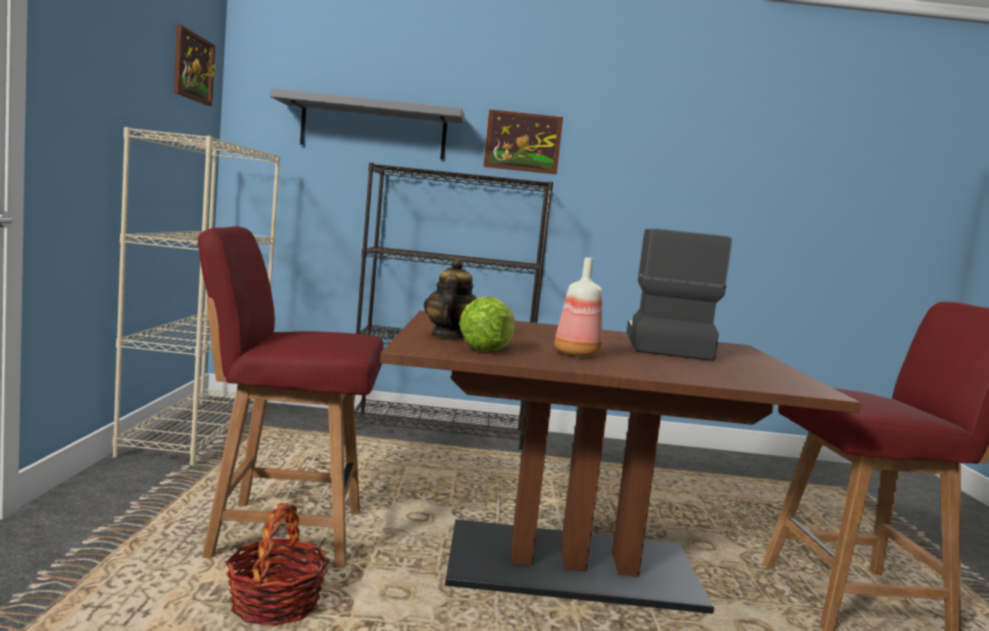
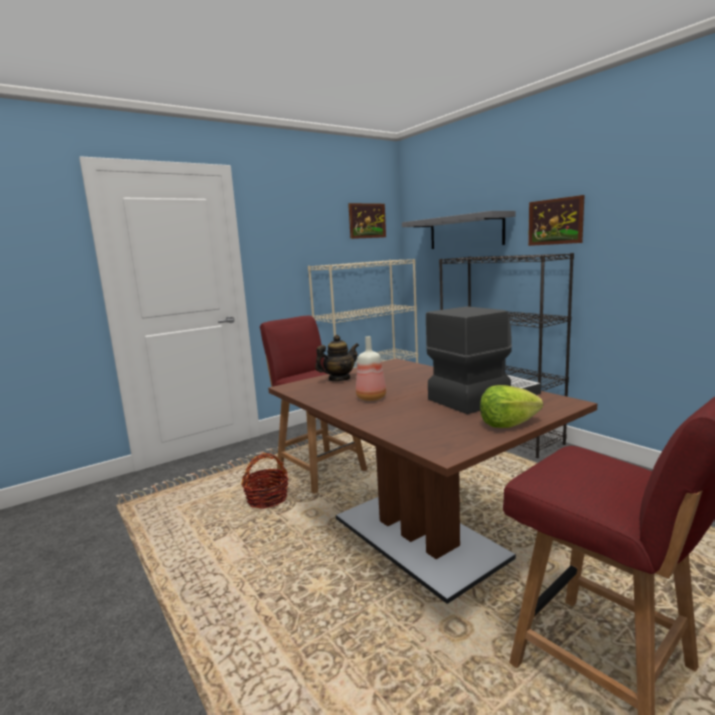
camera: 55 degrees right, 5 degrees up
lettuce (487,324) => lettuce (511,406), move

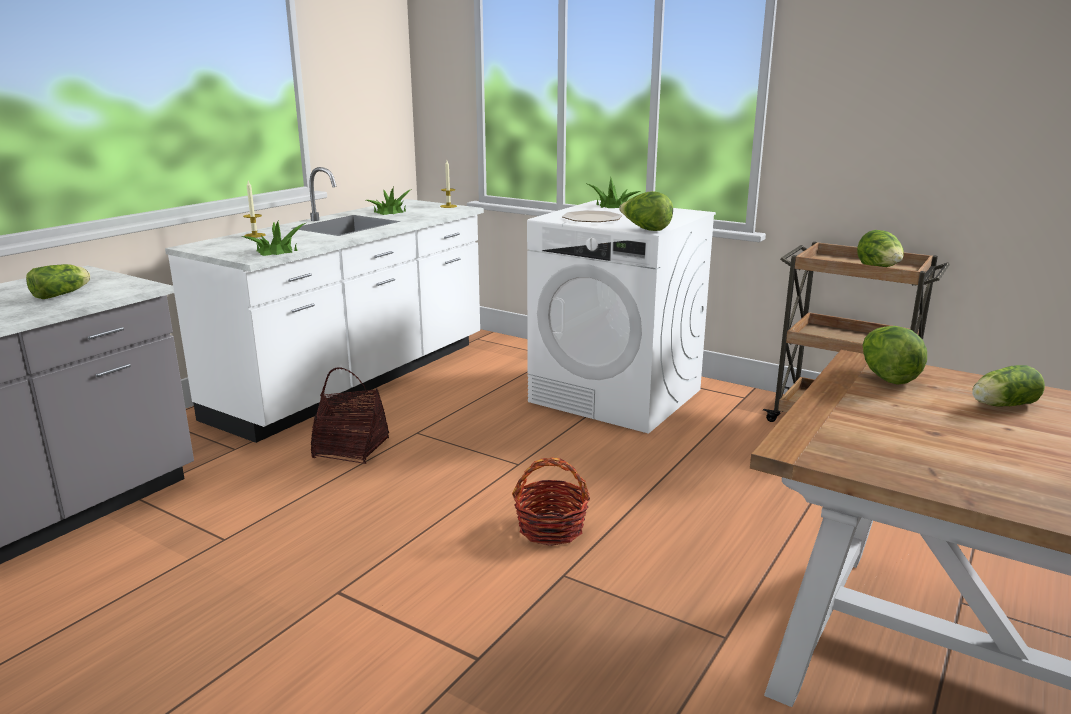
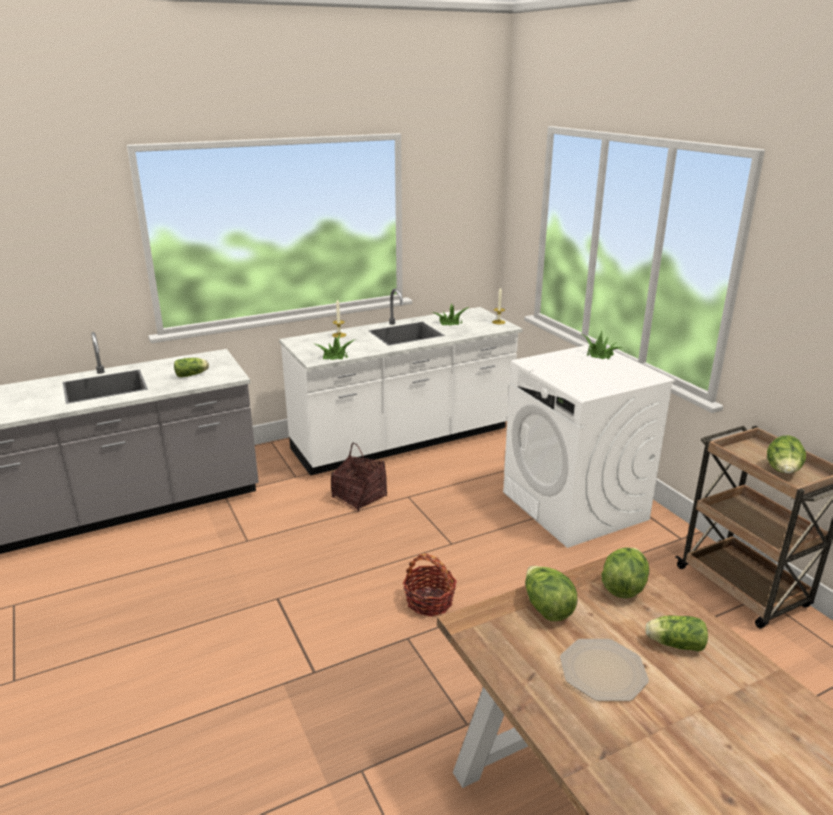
camera: 30 degrees right, 5 degrees up
lettuce (646,211) => lettuce (551,593), move
plate (592,216) => plate (604,670), move

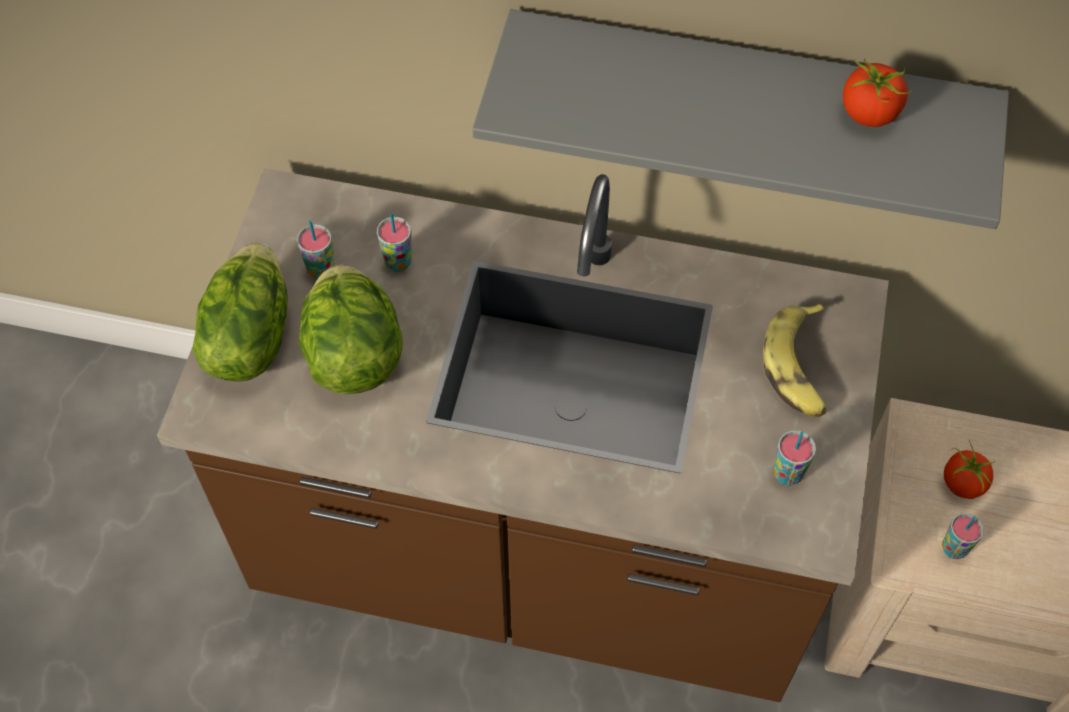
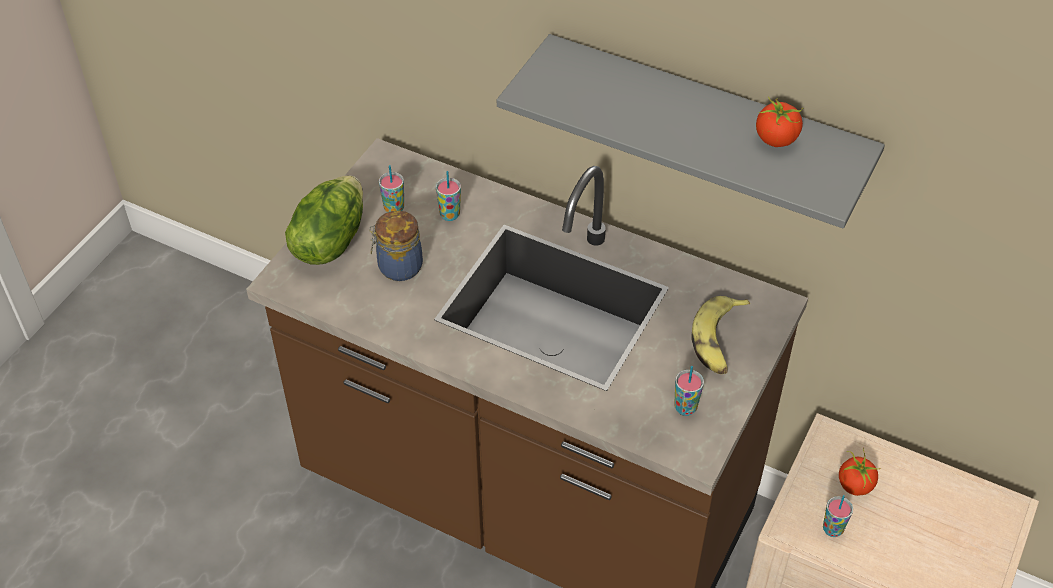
camera: 15 degrees right, 10 degrees down
lettuce (351,329) => jar (396,246)

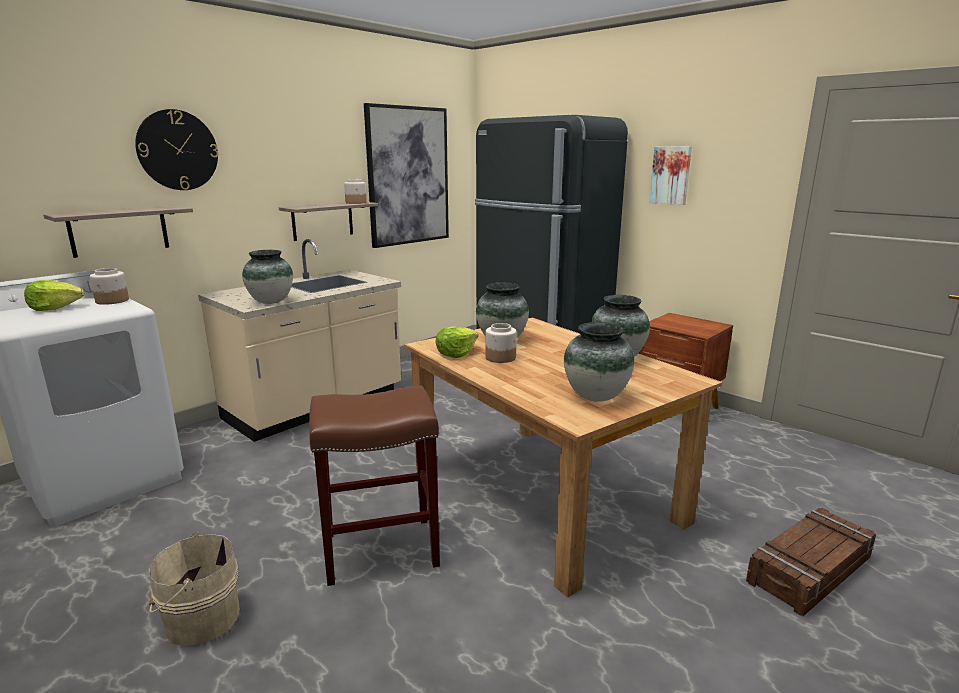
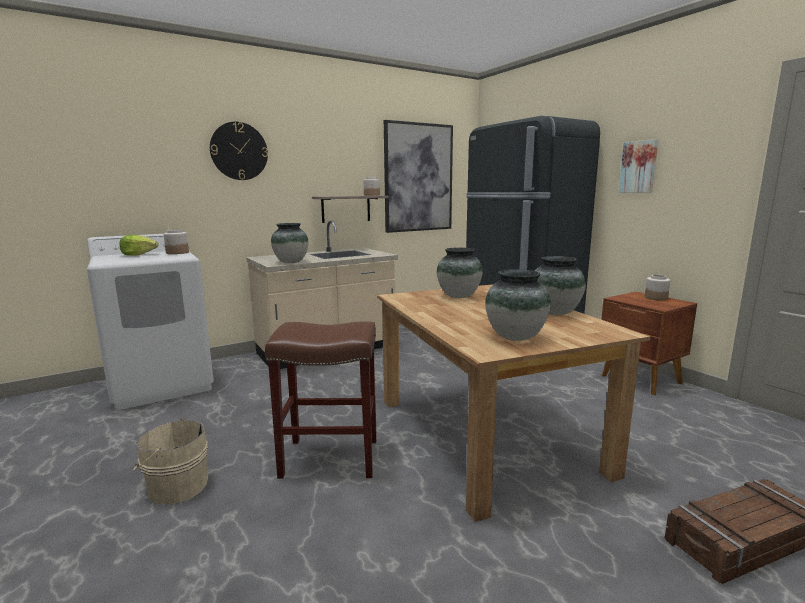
camera: 15 degrees right, 5 degrees down
jar (501,343) => jar (657,287), move
shelf (118,232) => nothing
lettuce (456,342) => nothing

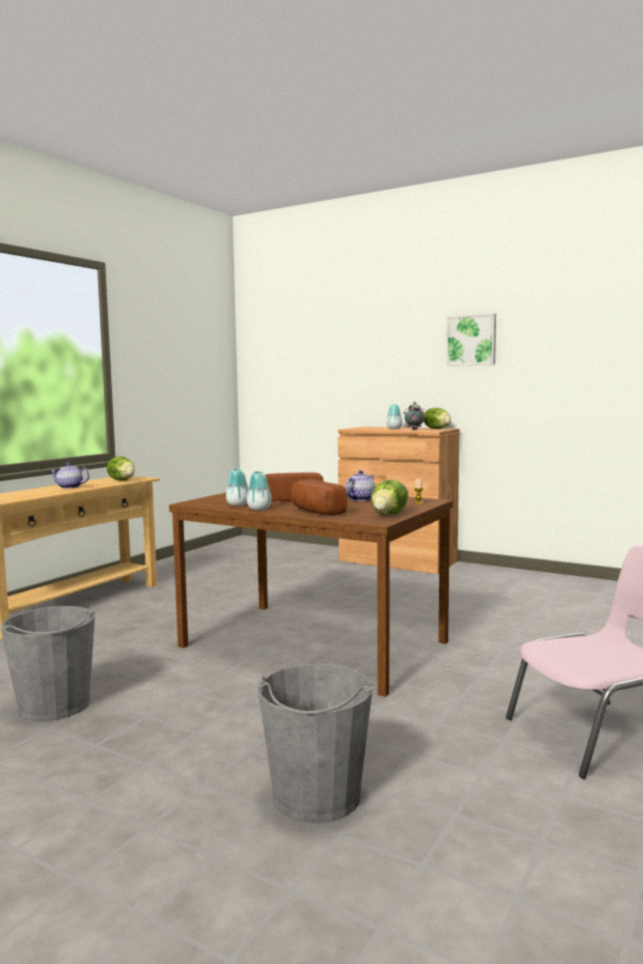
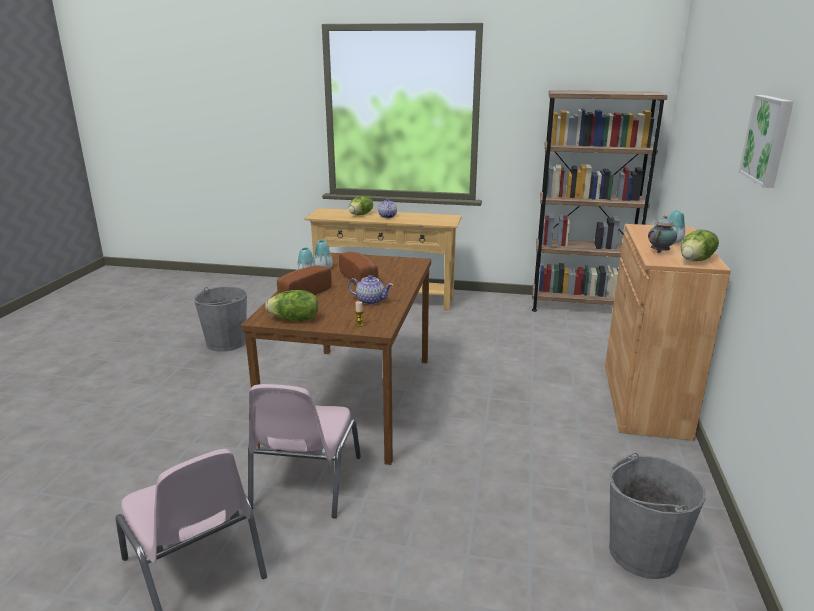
camera: 70 degrees right, 15 degrees up
nothing => chair/pink (304,451)
lettuce (121,468) => lettuce (361,205), move
nothing => bookcase/brown (600,201)
bucket/grey (315,743) => bucket/grey (657,516), move

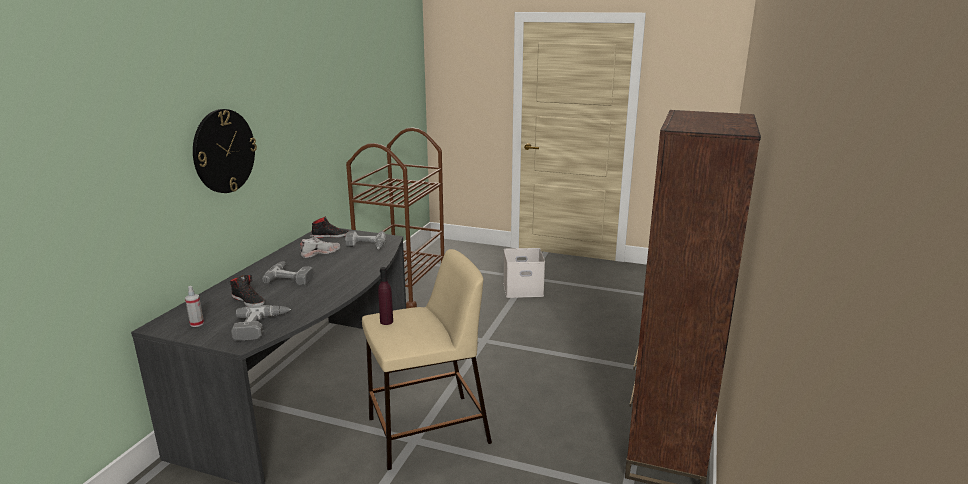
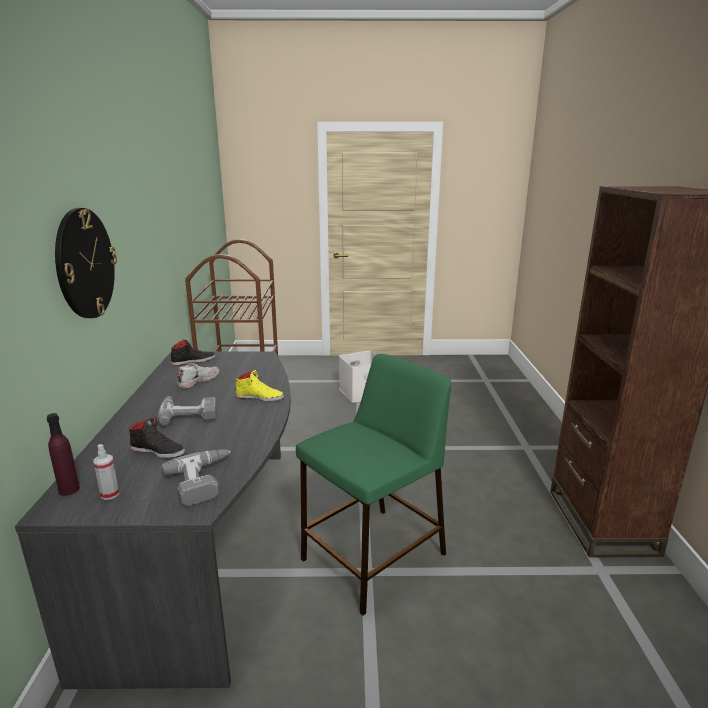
camera: 20 degrees left, 0 degrees up
bottle/purple (385,296) => bottle/purple (63,454), move
nothing => shoe/yellow (259,386)
stool/beige (427,359) => stool/green (373,485)
power drill (365,240) => nothing

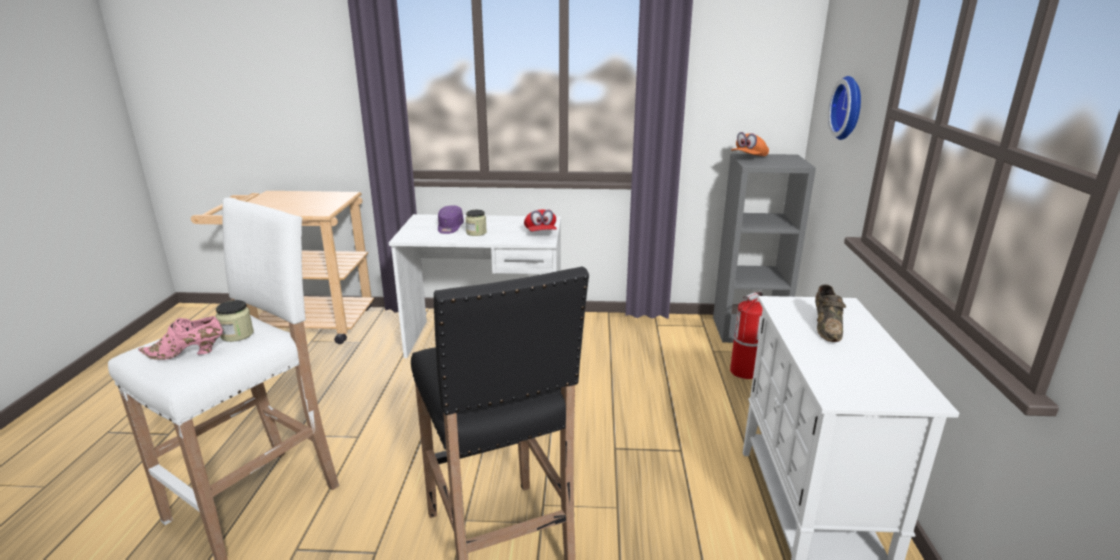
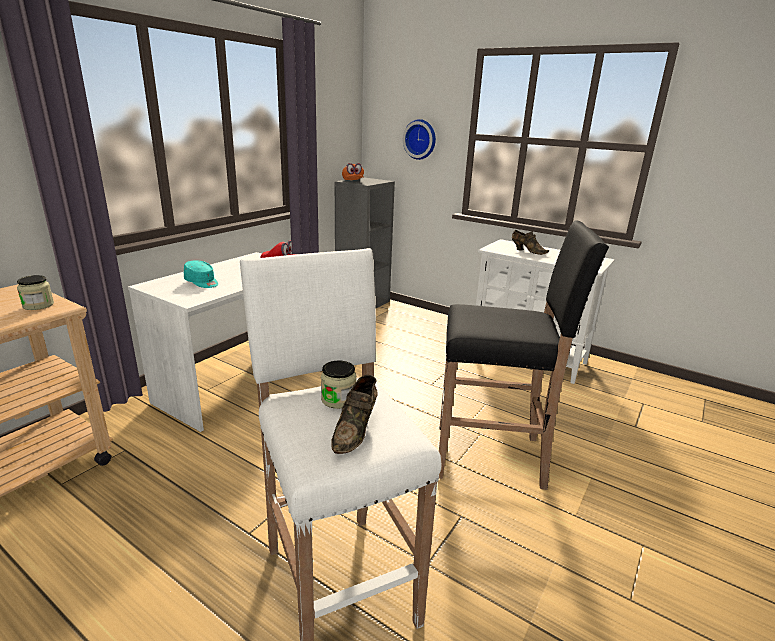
camera: 60 degrees left, 0 degrees up
jar (476,223) => jar (35,292), move
cap/purple (451,219) => cap/turquoise (201,274)
shoe/pink (180,338) => shoe/brown (354,414)
fire extinguisher (746,335) => nothing

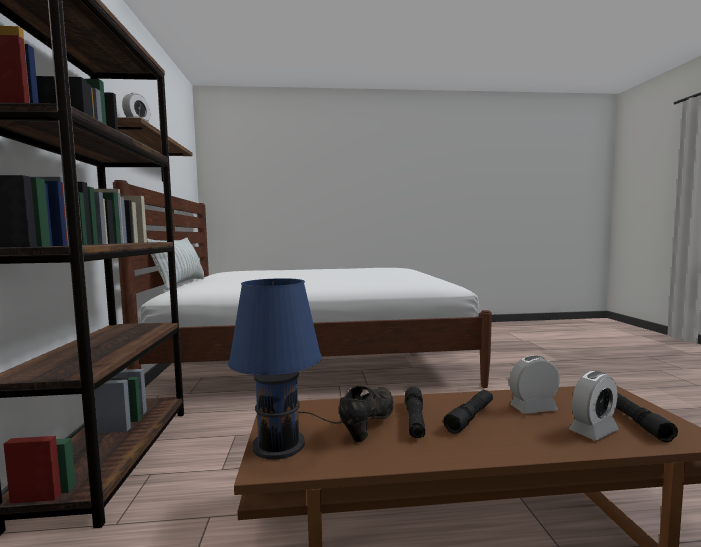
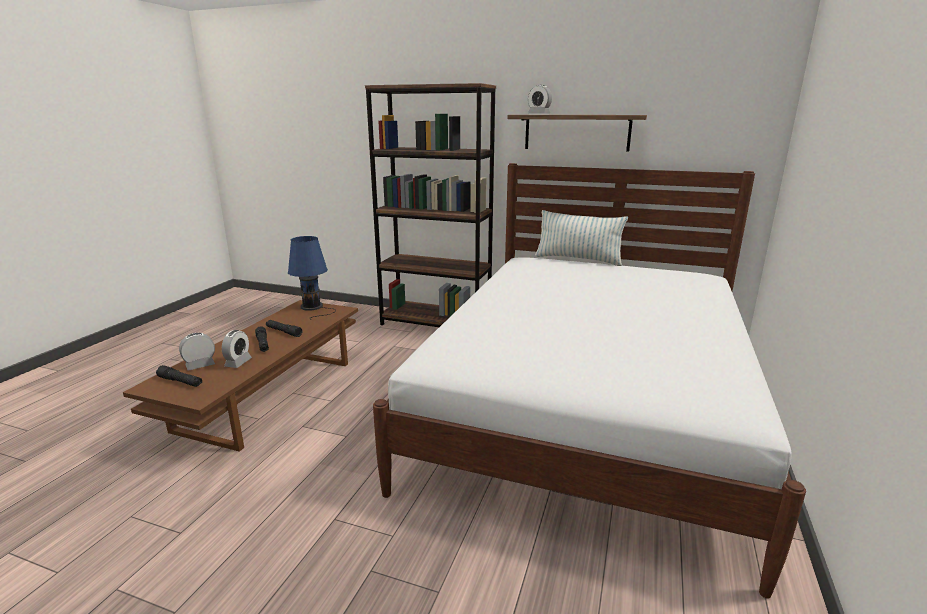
camera: 115 degrees right, 15 degrees up
alarm clock (594,406) => alarm clock (197,351), 60 degrees clockwise
shoe/black (366,413) => nothing

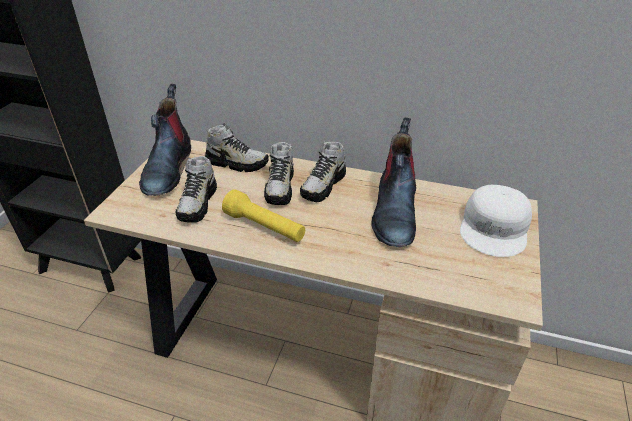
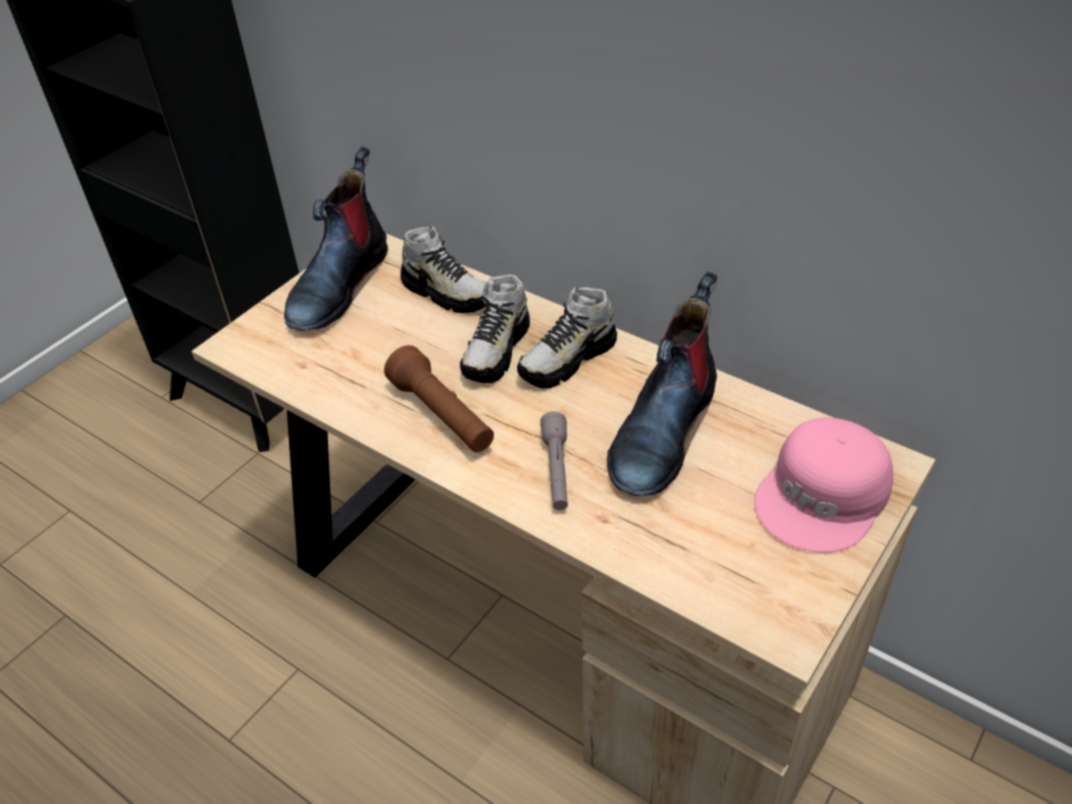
camera: 20 degrees right, 5 degrees up
flashlight/yellow (263,215) => flashlight/brown (439,398)
nothing => flashlight/grey (554,460)
cap/white (496,221) => cap/pink (824,485)
shoe (196,189) => nothing

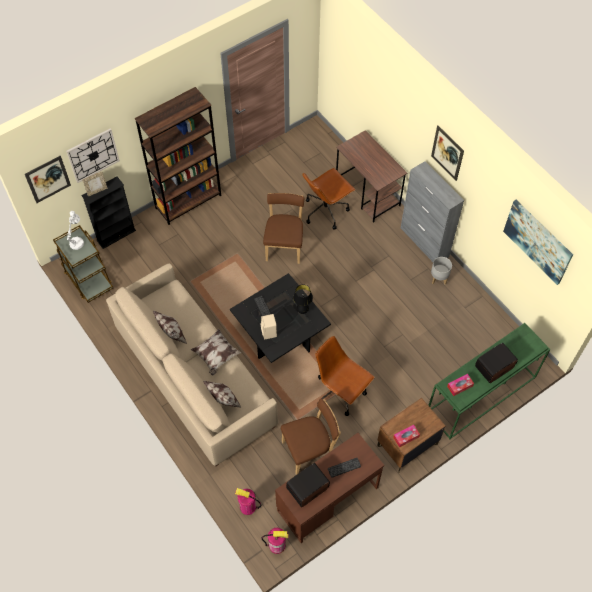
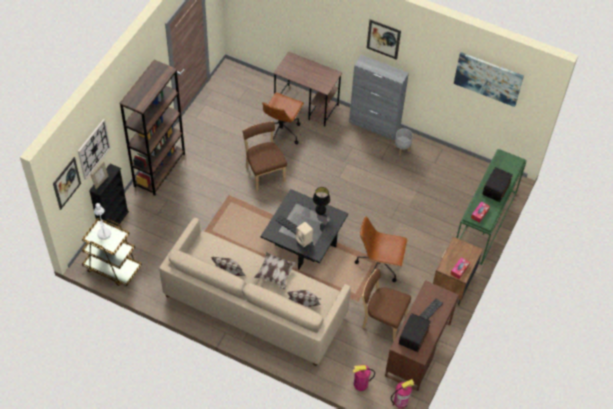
camera: 30 degrees left, 5 degrees down
chair/brown (311,437) => chair/brown (386,305), 105 degrees counterclockwise

